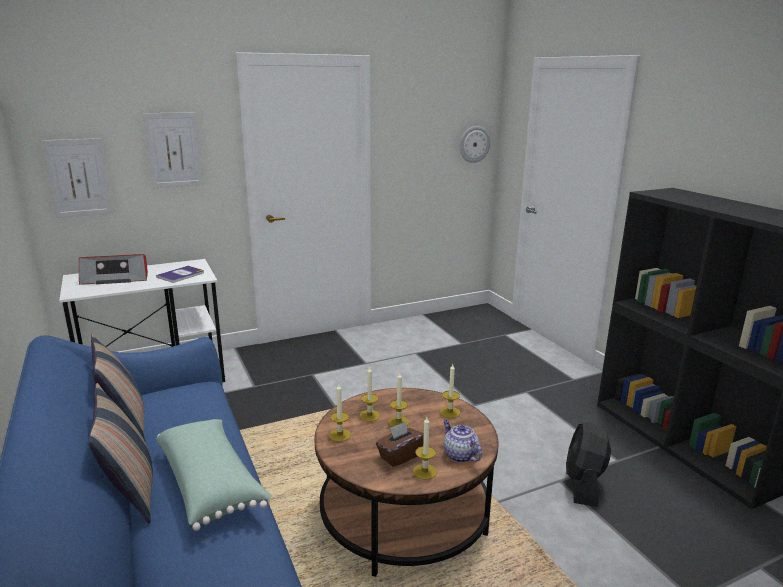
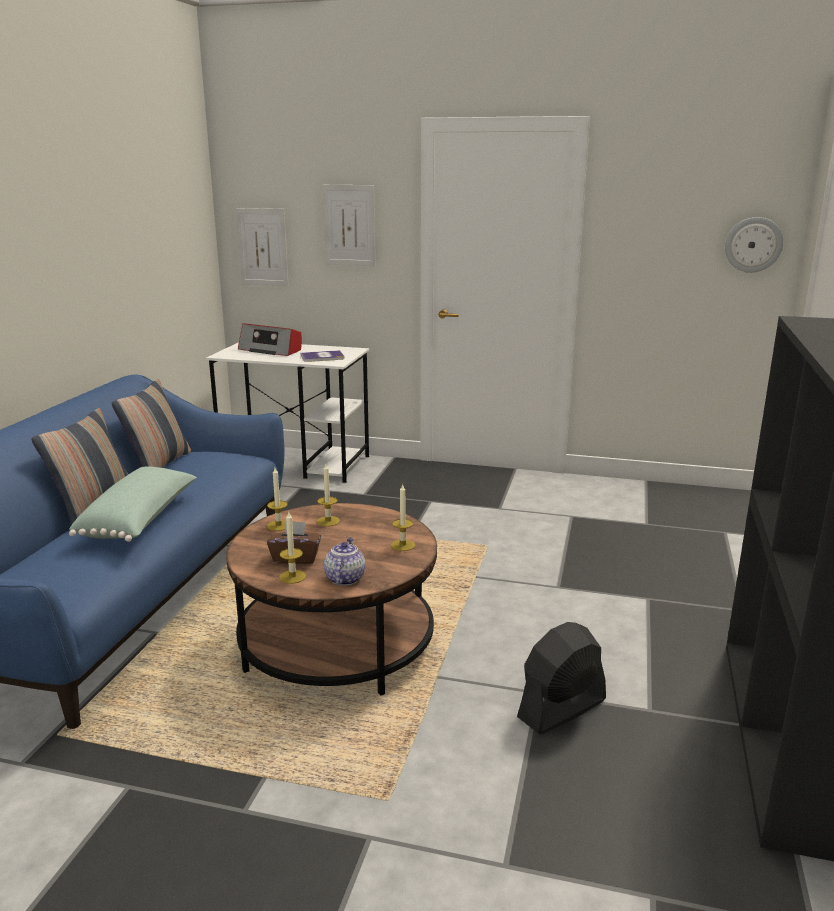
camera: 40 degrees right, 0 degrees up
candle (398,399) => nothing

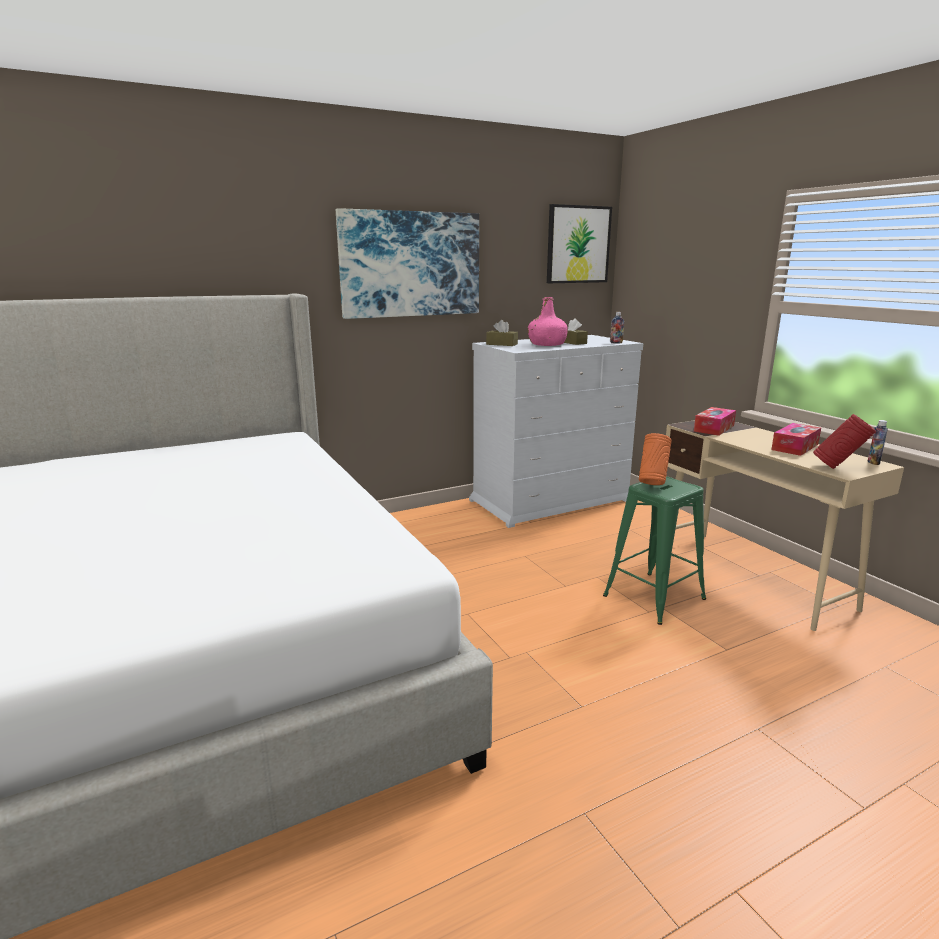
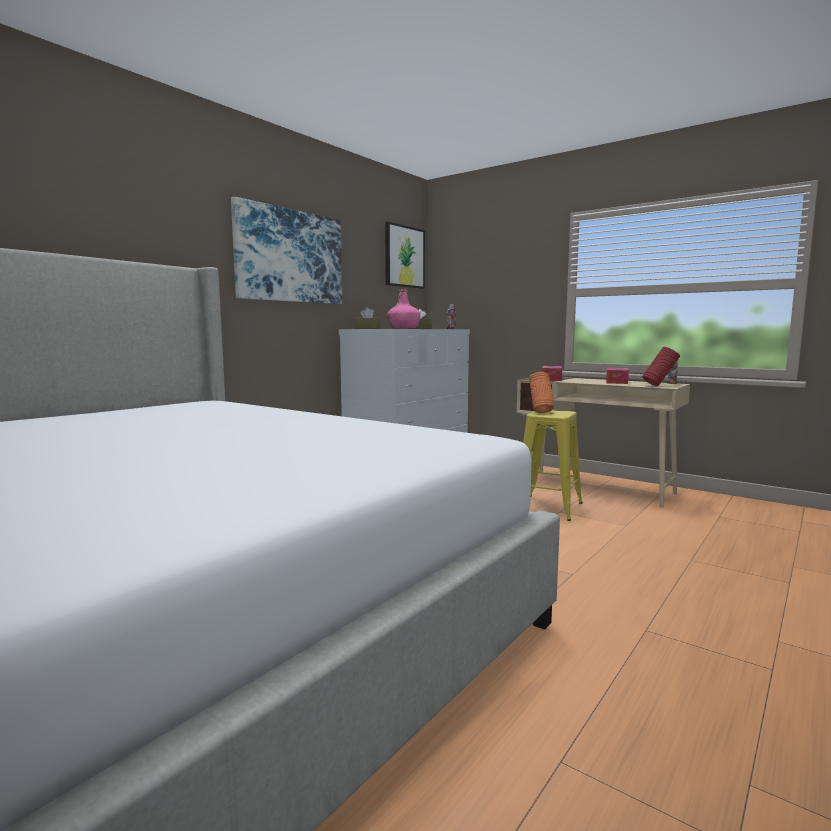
camera: 25 degrees left, 10 degrees down
stool/green (654,550) => stool/yellow (553,465)

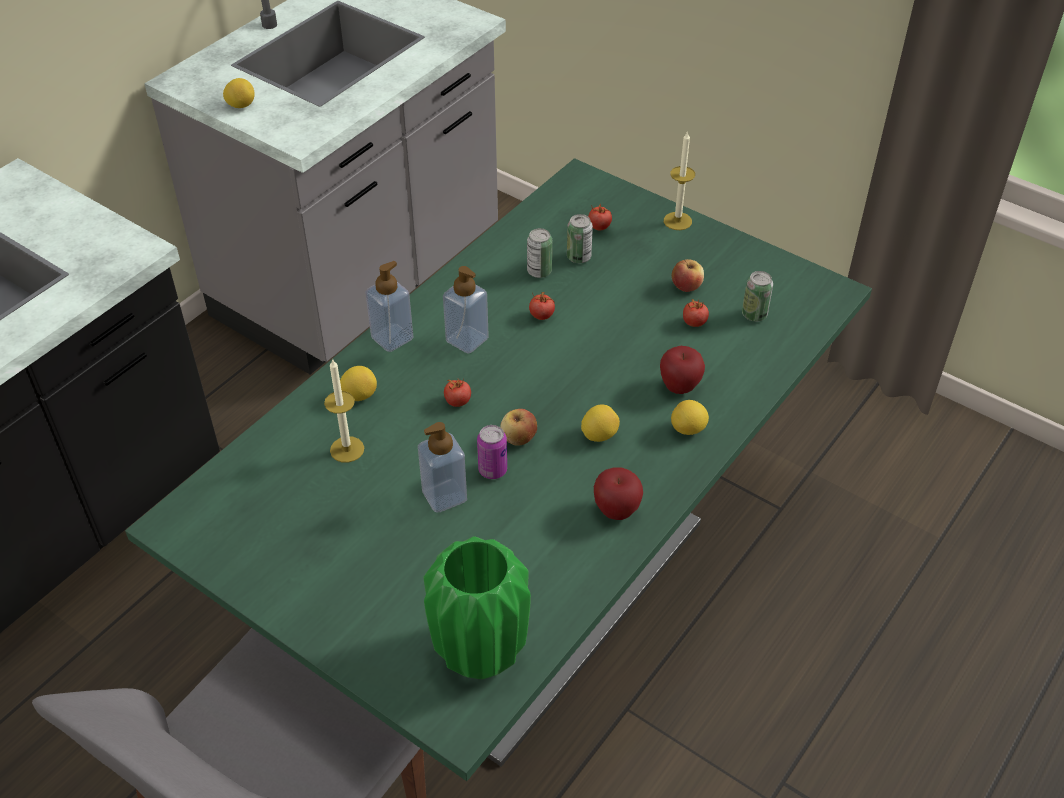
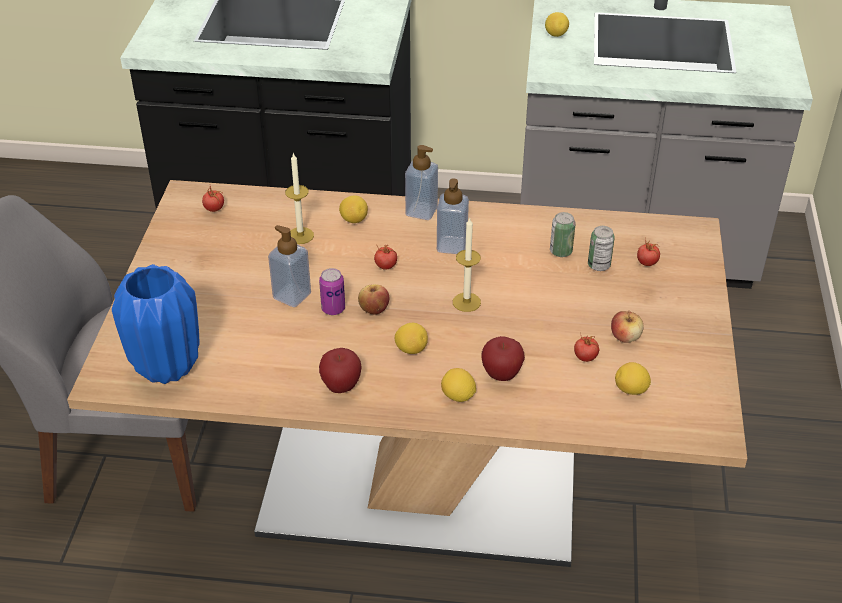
camera: 60 degrees right, 5 degrees down
dining table/green (498,469) => dining table/brown (407,373)
vase/green (477,607) => vase/blue (156,324)
tomato (542,306) => tomato (213,199), move
candle (679,180) => candle (467,264), move
can (757,296) => lemon (633,378)

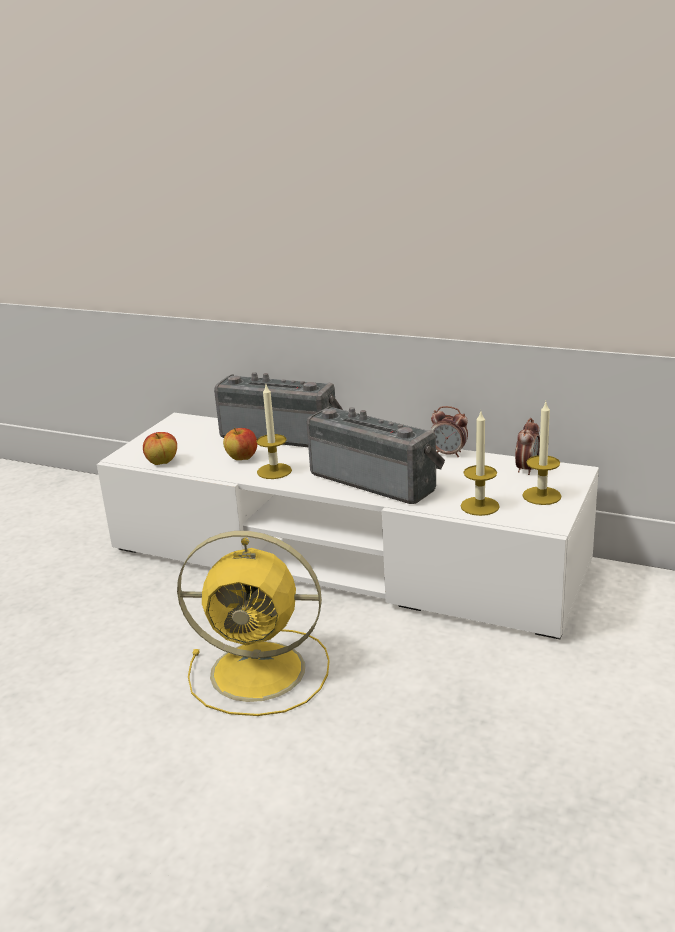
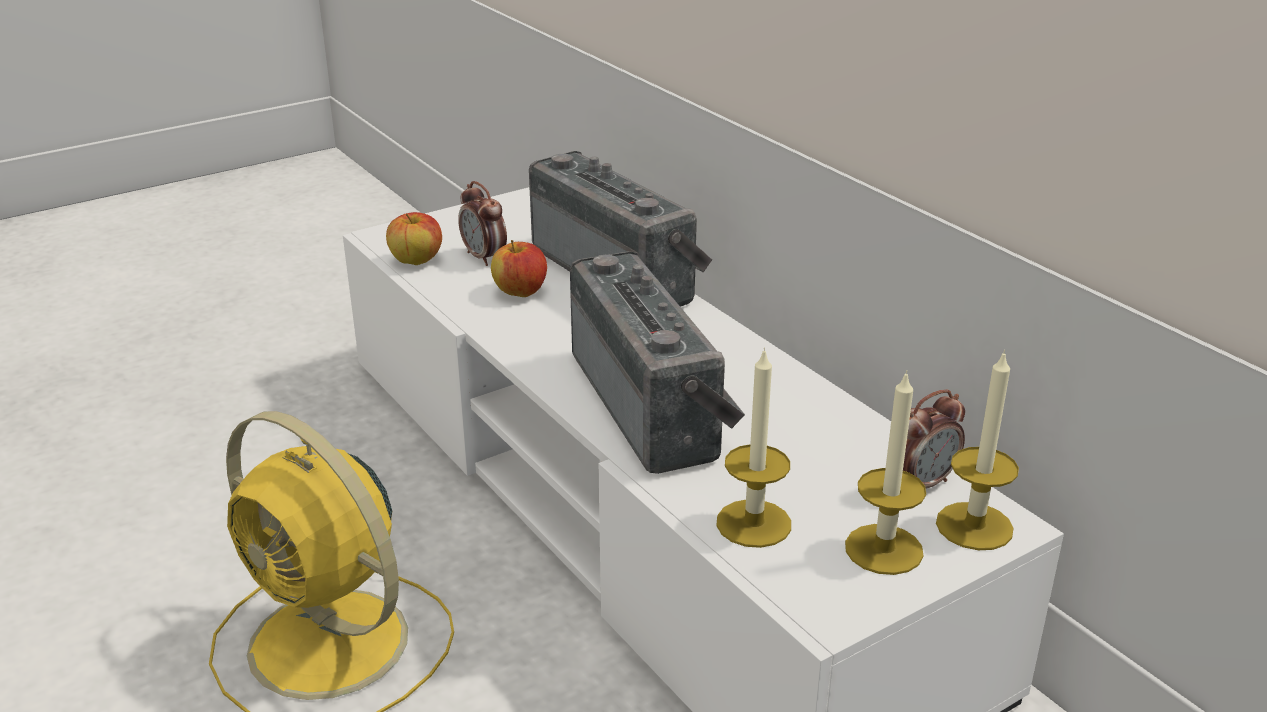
camera: 30 degrees right, 5 degrees up
alarm clock (449,431) => alarm clock (482,223), move
candle (274,432) => candle (977,450), move

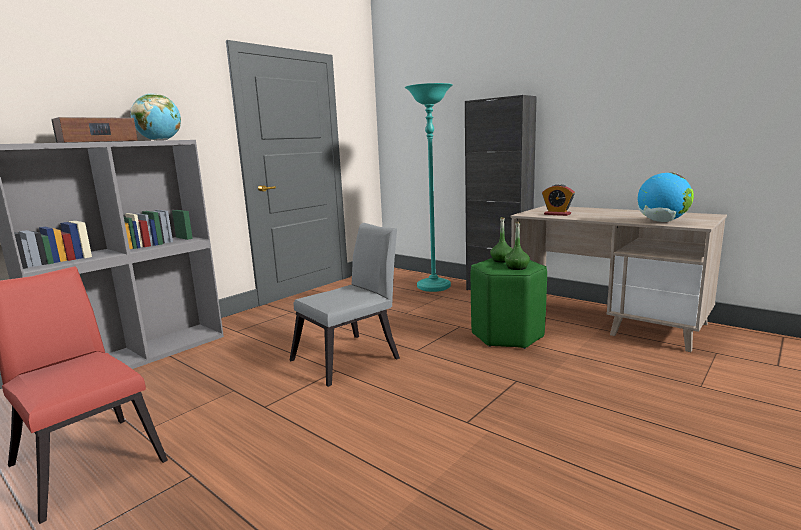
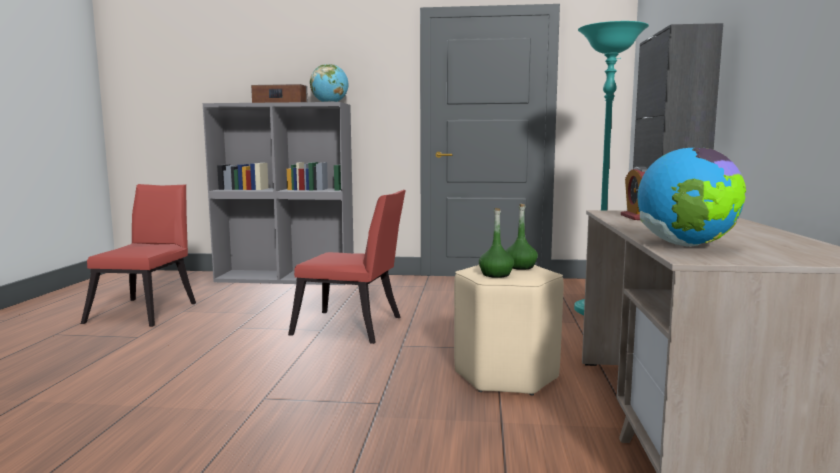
camera: 55 degrees right, 5 degrees down
chair/grey (344,305) => chair/red (347,267)
stool/green (509,303) => stool/beige (509,330)

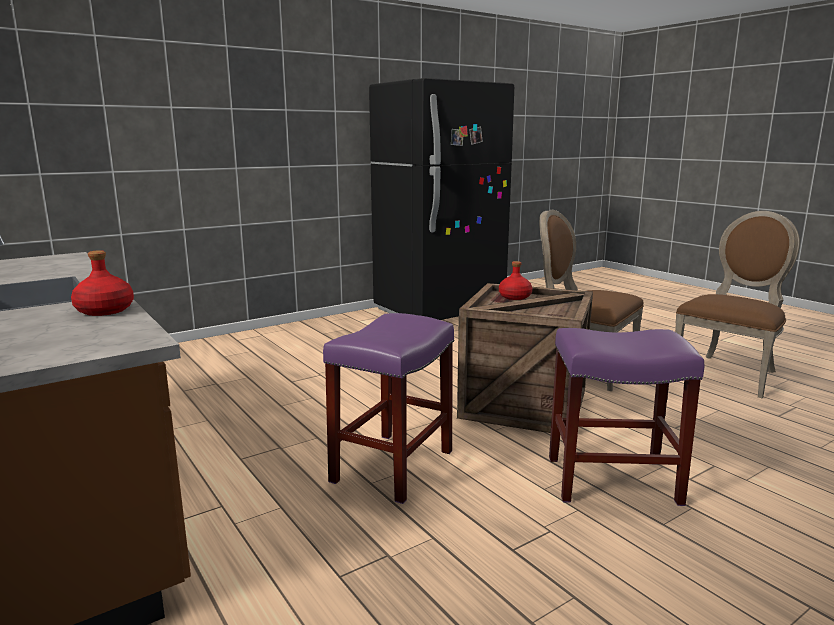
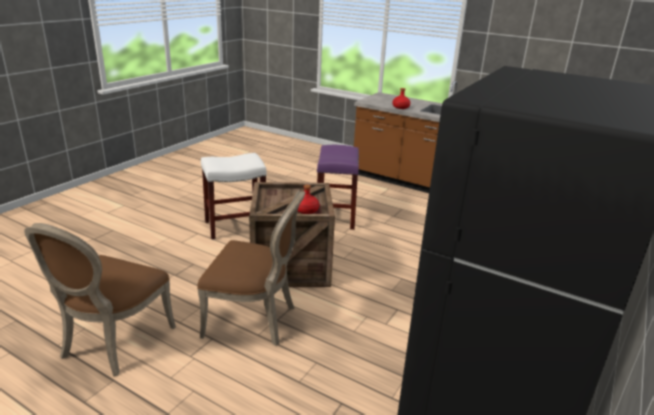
camera: 155 degrees right, 10 degrees up
stool/purple (626,417) => stool/white (234,196)

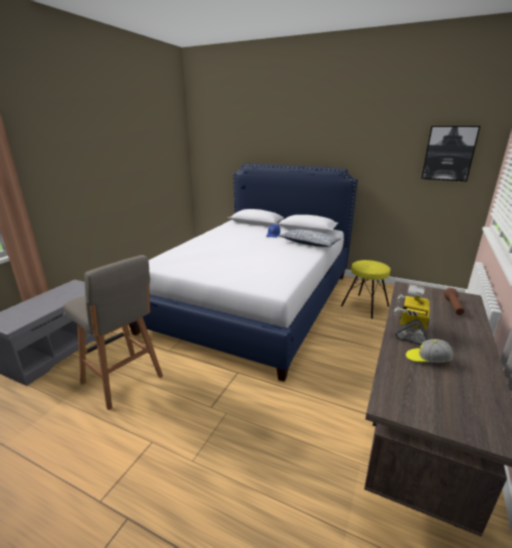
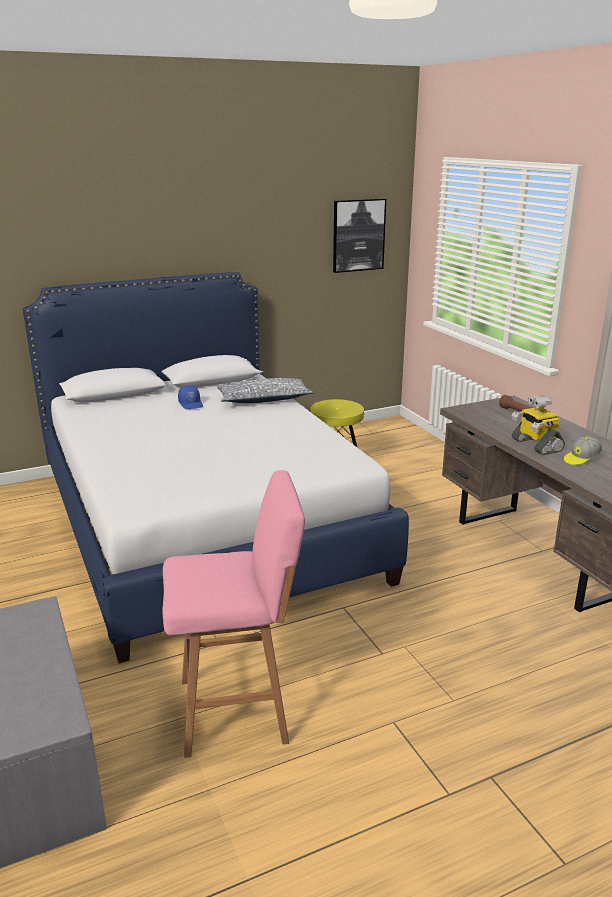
camera: 50 degrees left, 0 degrees up
stool/grey (113,332) => stool/pink (233,614)

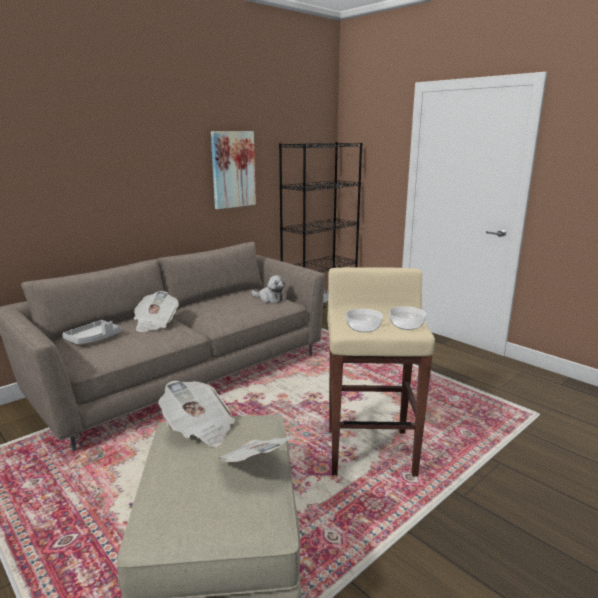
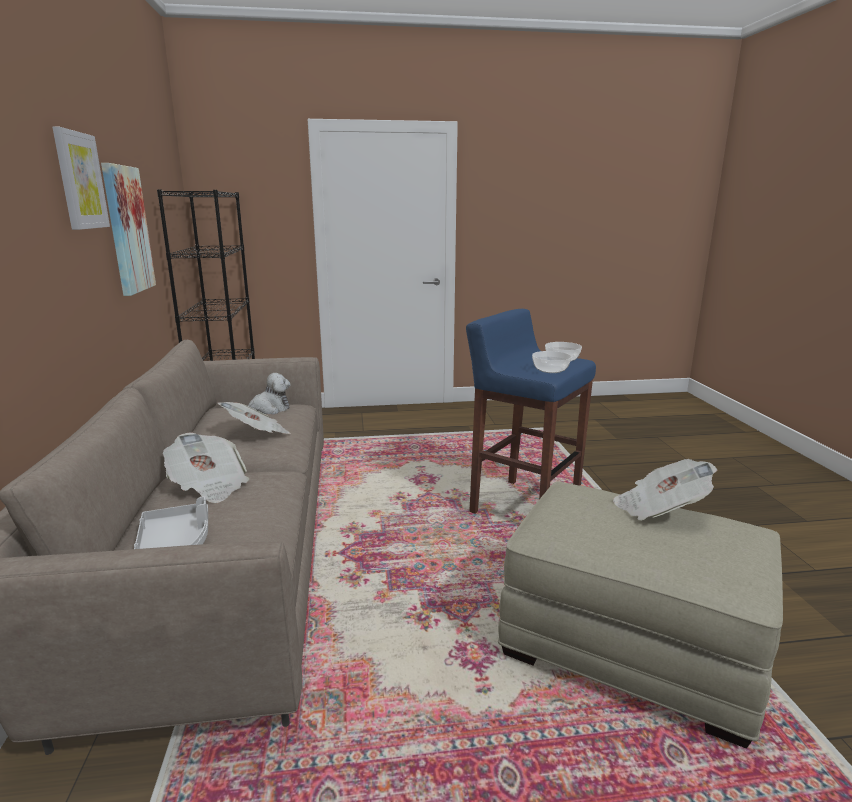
camera: 55 degrees left, 0 degrees up
nothing => picture (81,178)
newspaper (196,413) => newspaper (254,418), move
stool/beige (381,372) => stool/blue (531,411)

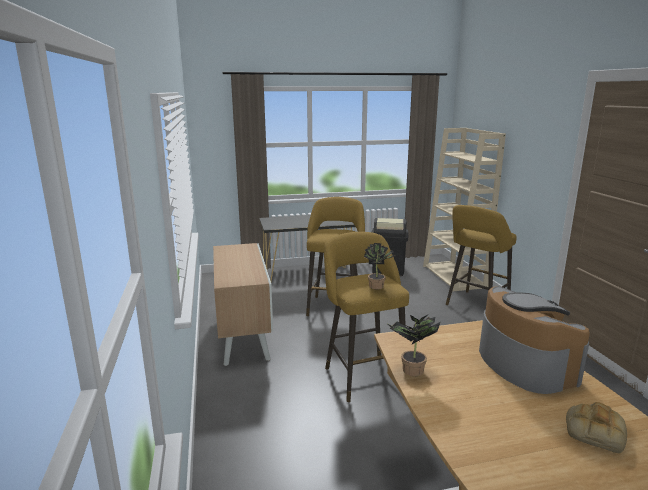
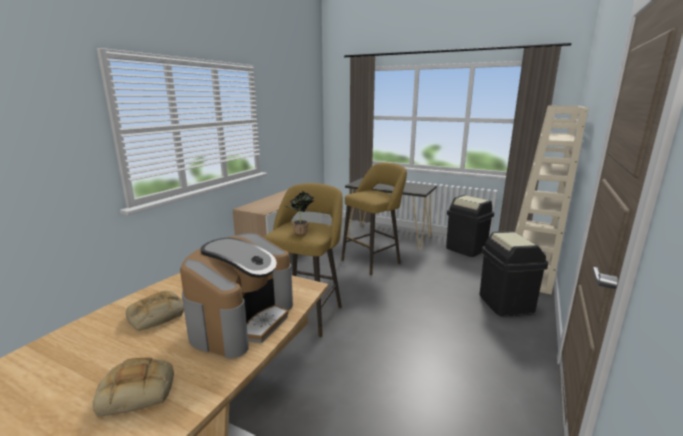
camera: 40 degrees right, 0 degrees up
nothing => bread (155,311)
stool/yellow (481,255) => trash can/black (513,274)
potted plant (413,345) => nothing

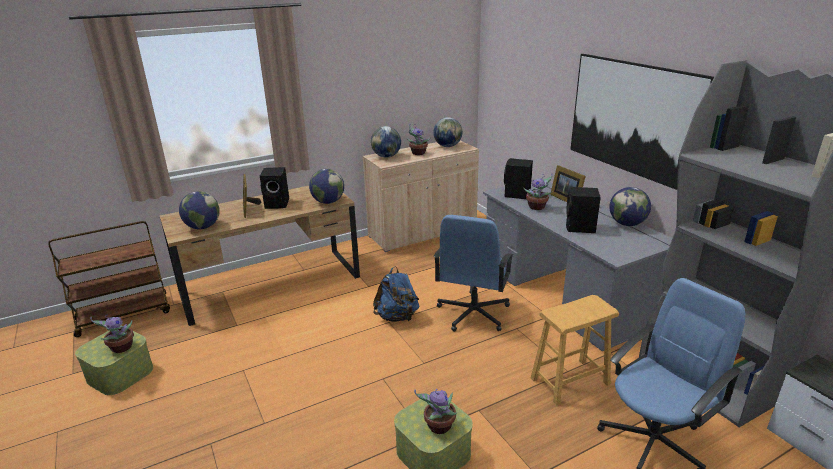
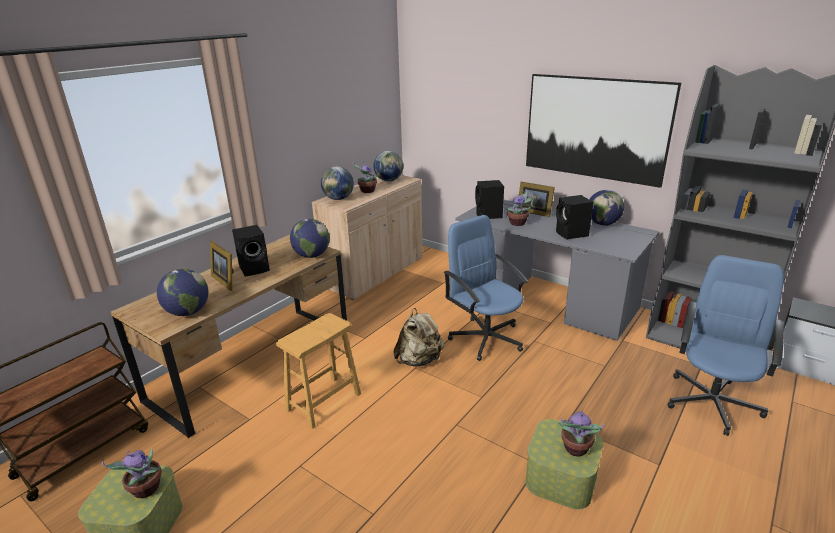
camera: 25 degrees left, 0 degrees up
stool/brown (575,350) => stool/brown (318,371), move
backpack/blue (396,294) => backpack/beige (418,337)
office chair/blue (474,273) => office chair/blue (486,288), 150 degrees clockwise

